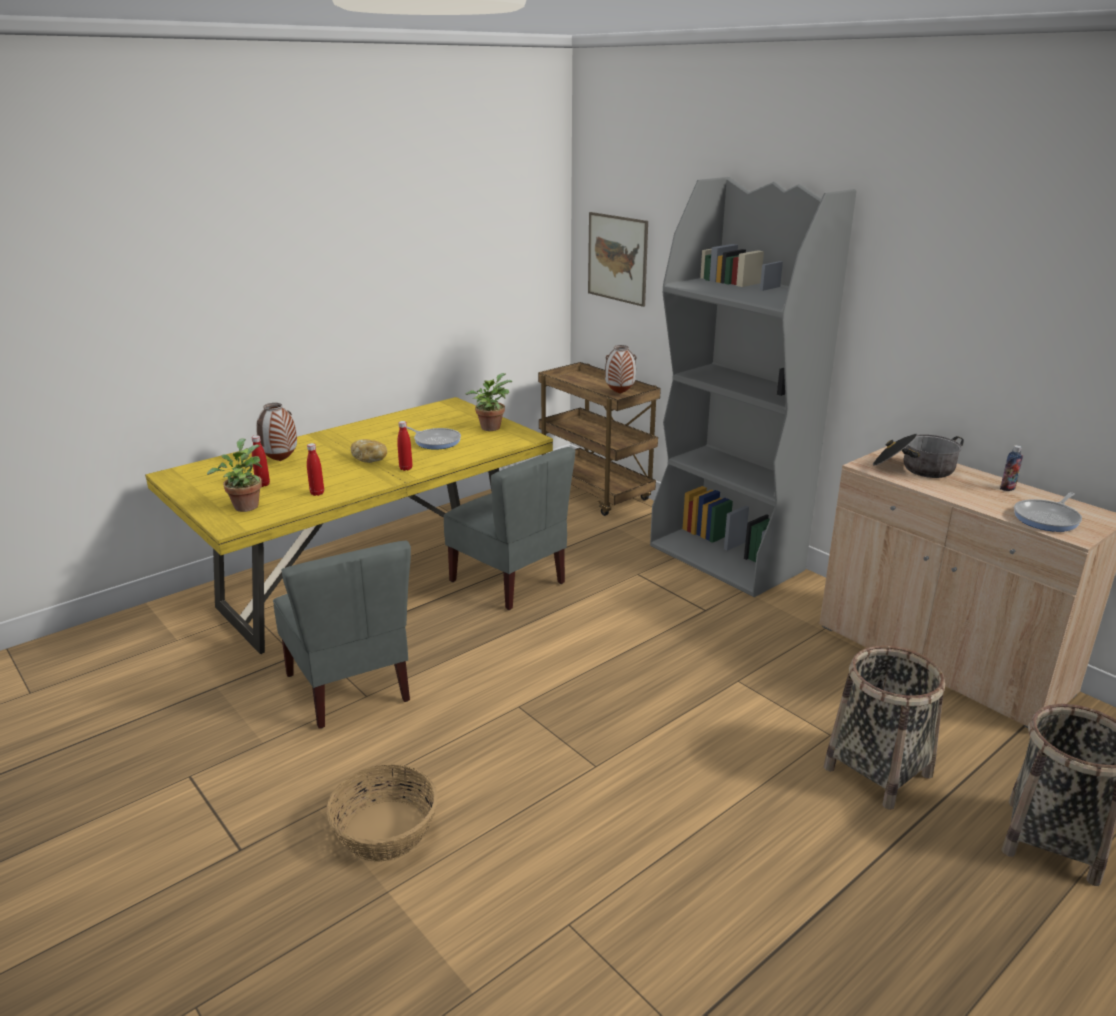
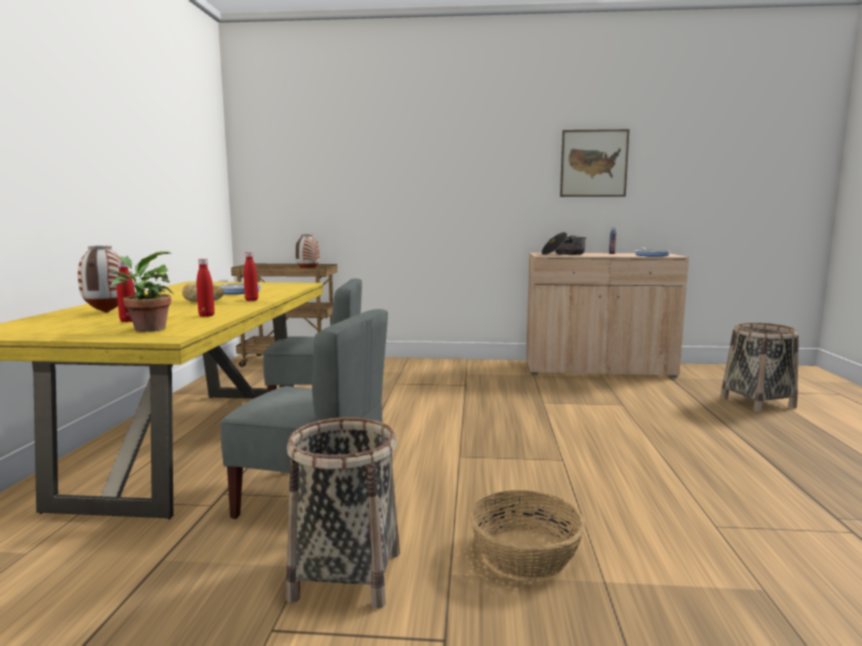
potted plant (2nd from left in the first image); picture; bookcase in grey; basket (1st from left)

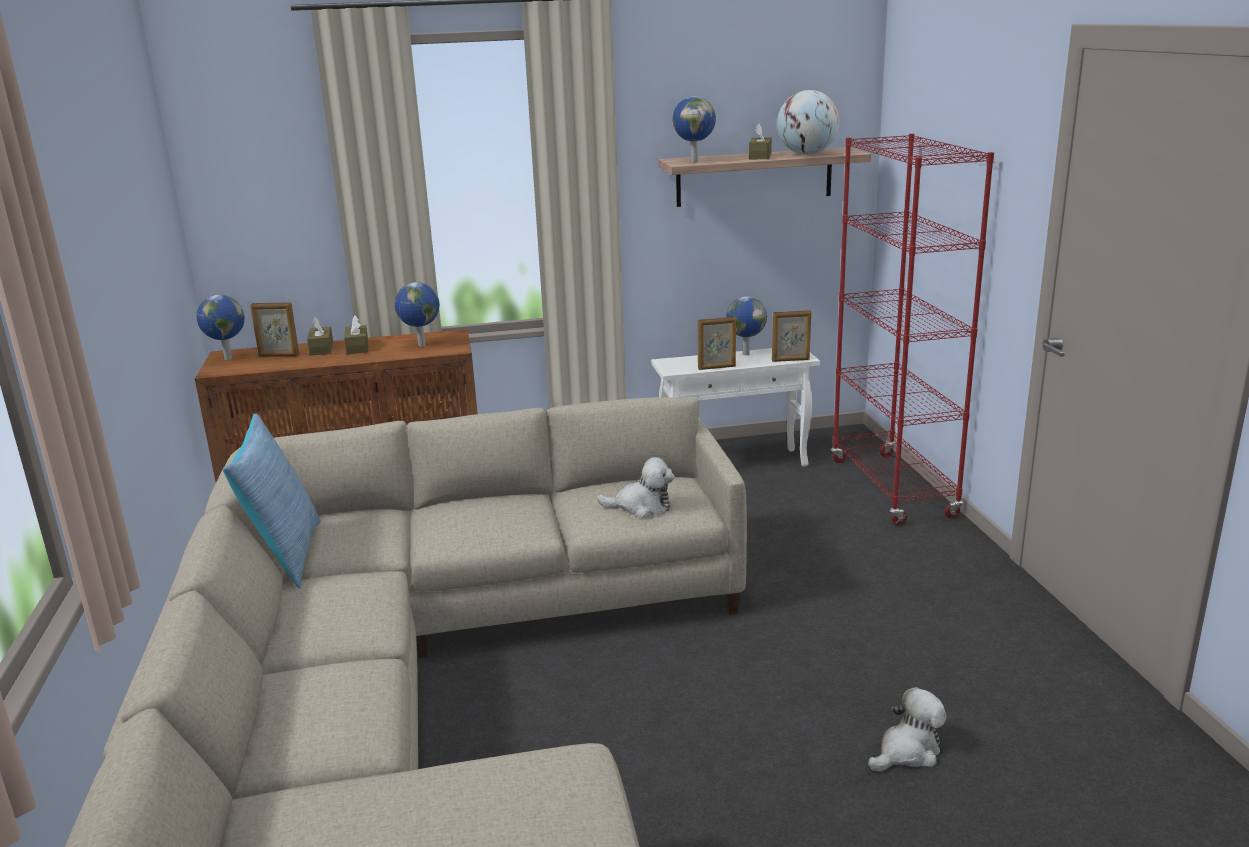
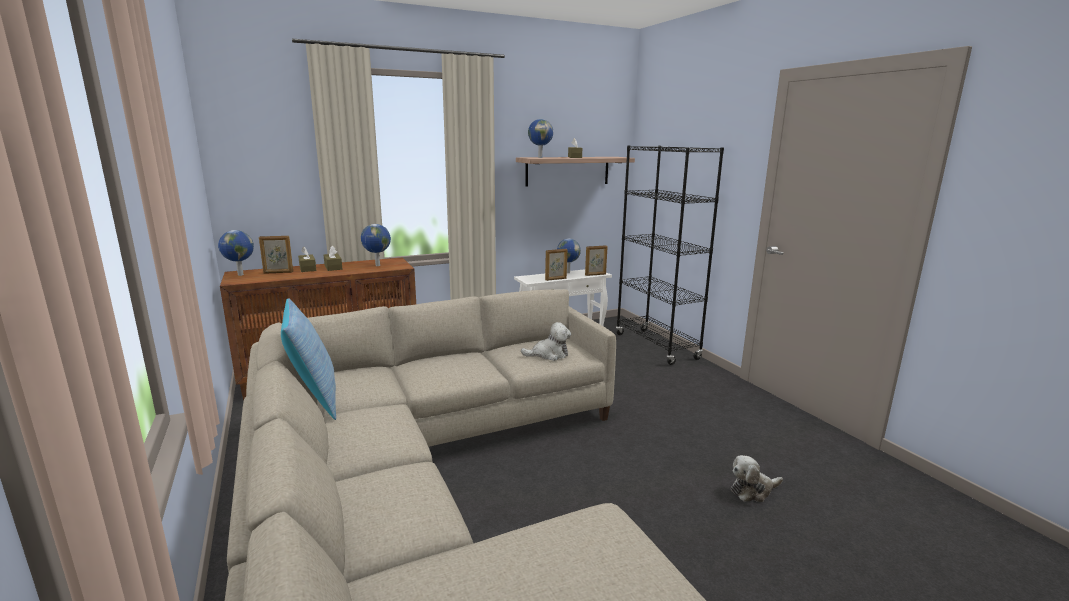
globe (5th from left in the first image); bookcase in black; plush toy (2nd from left)

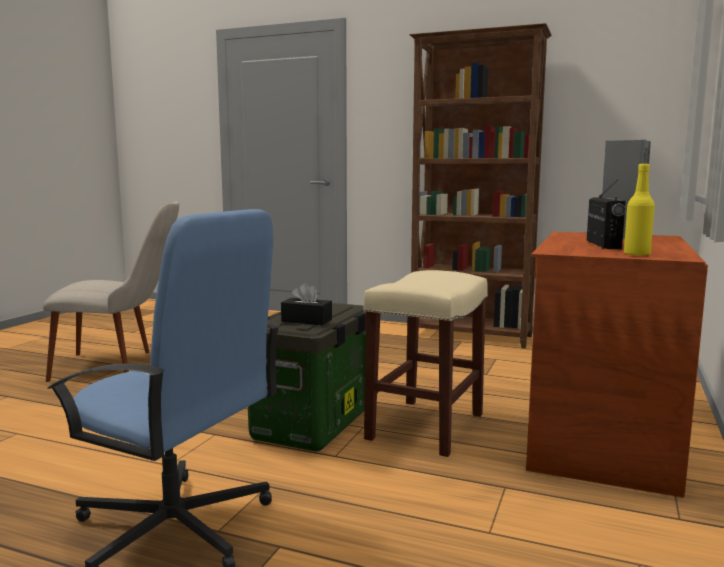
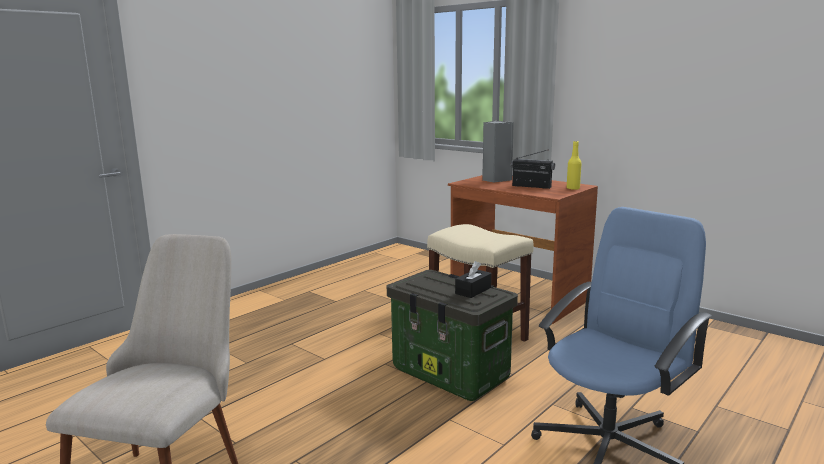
bookcase in brown

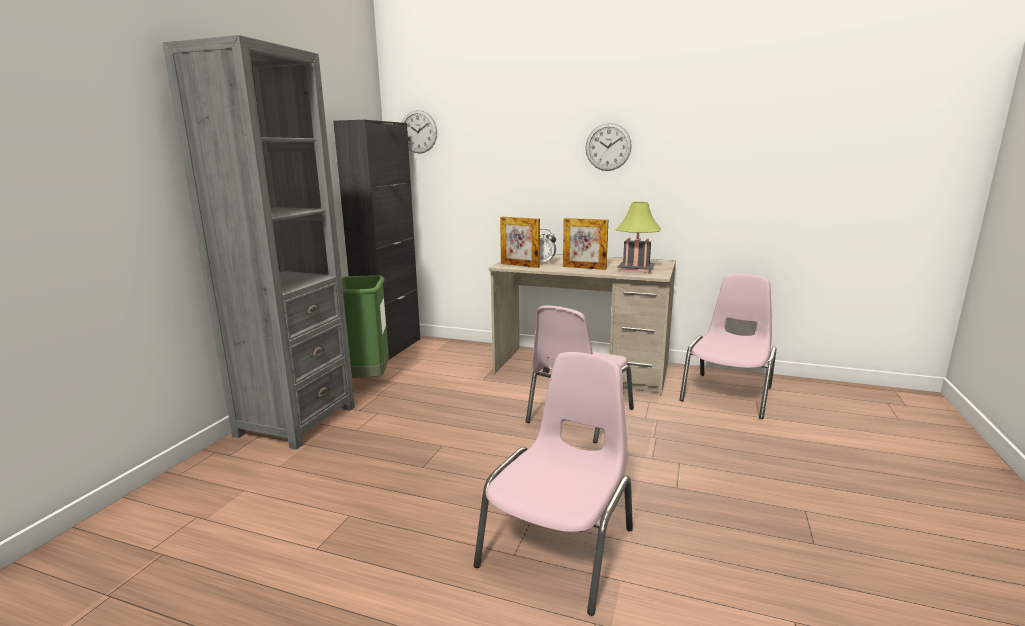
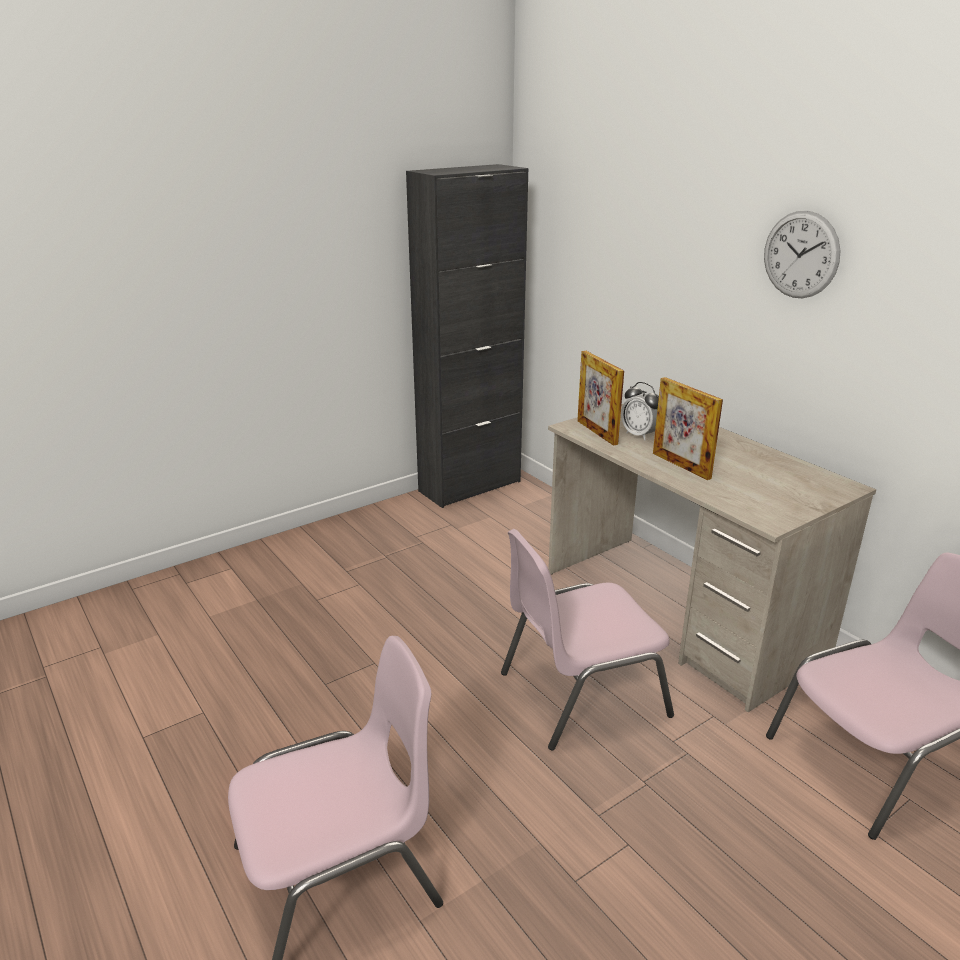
bookcase in grey; trash can in green; wall clock (1st from left in the first image); table lamp

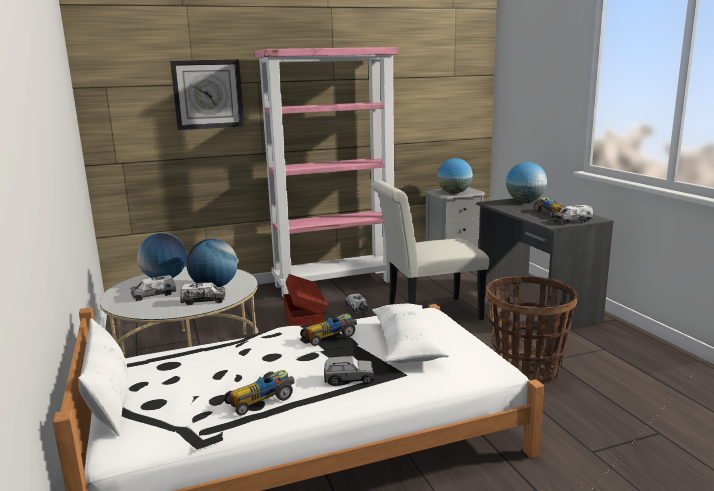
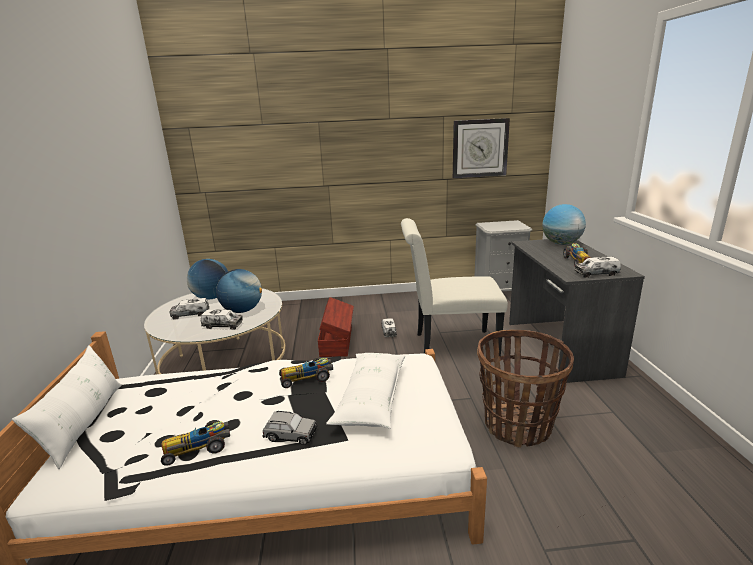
wall clock; bookcase in pink; globe (3rd from left in the first image)

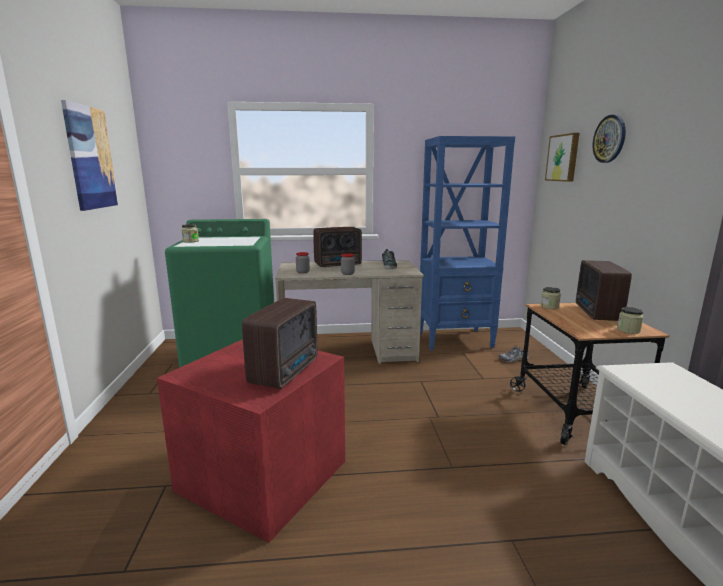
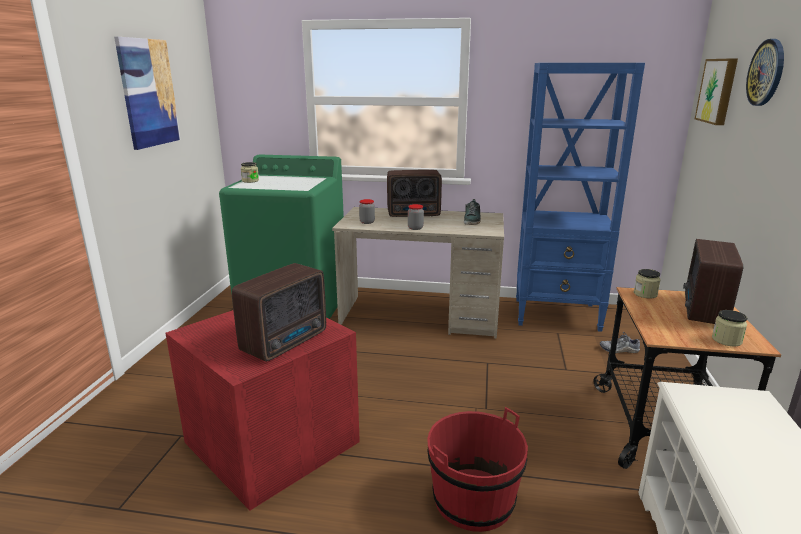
bucket in red

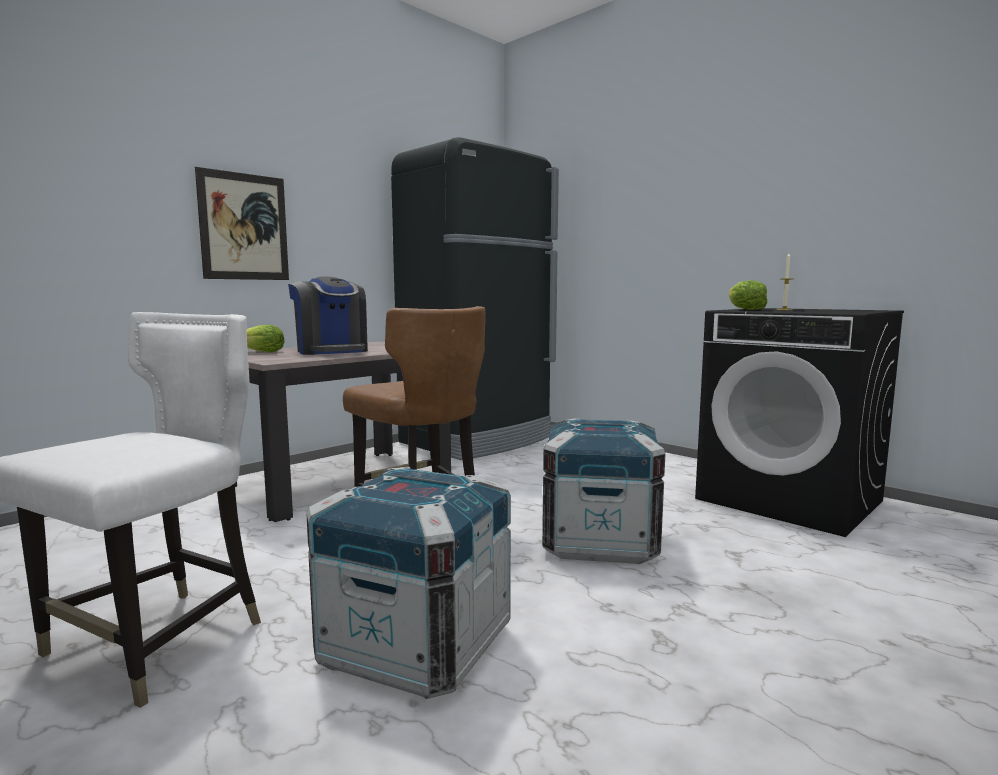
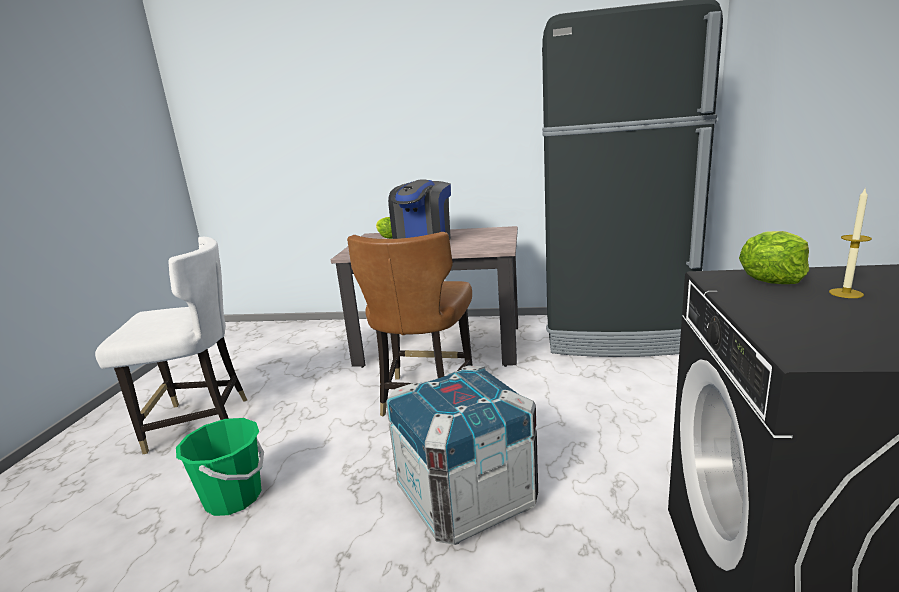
picture; bucket in green

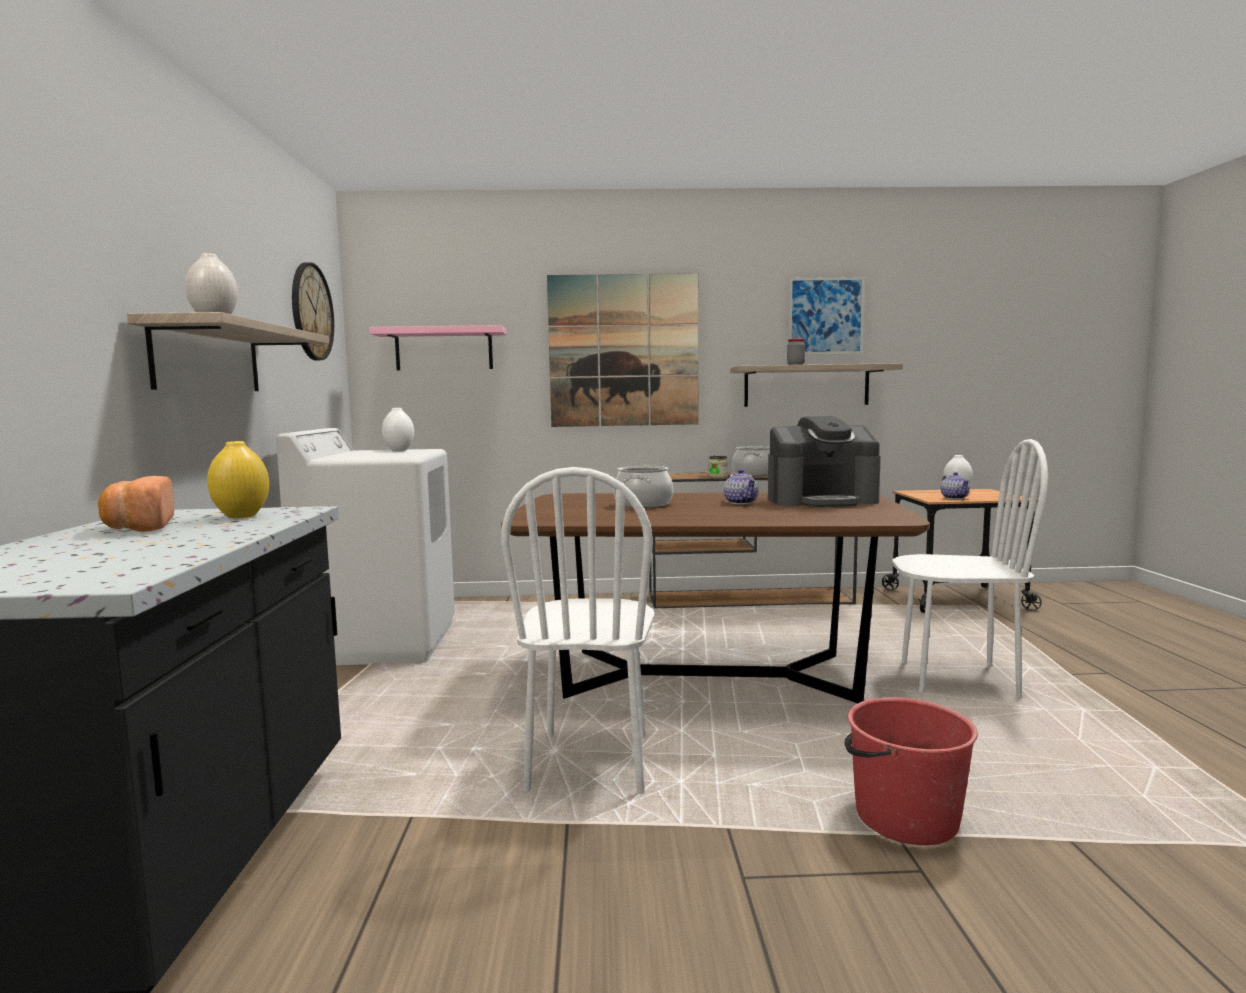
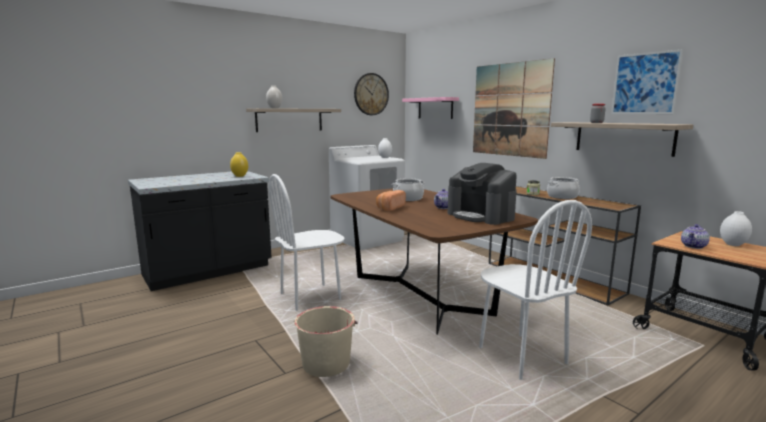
bread; bucket in beige

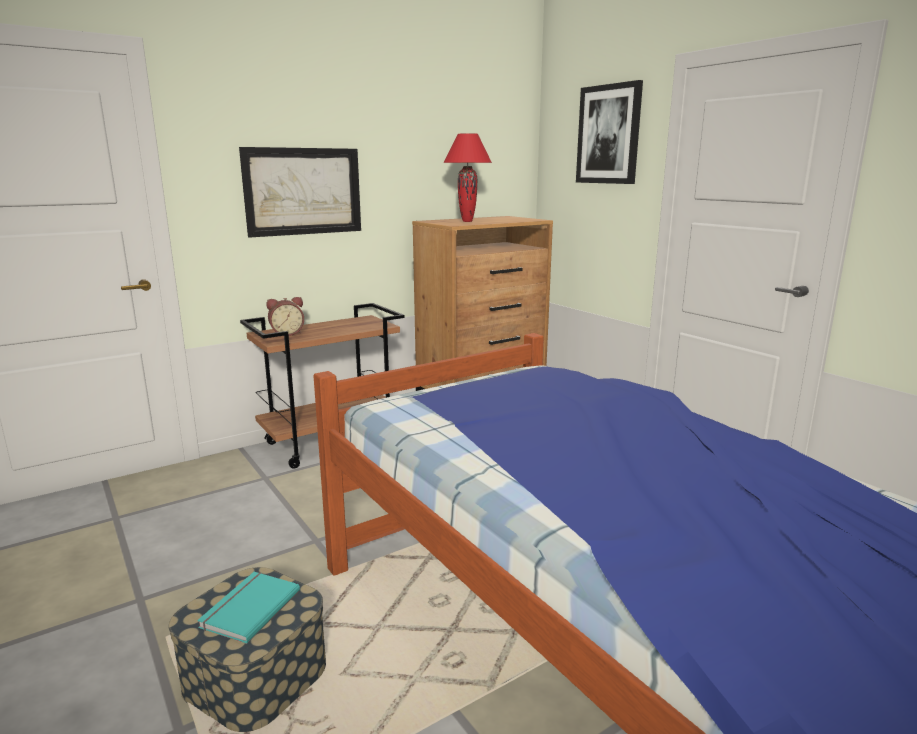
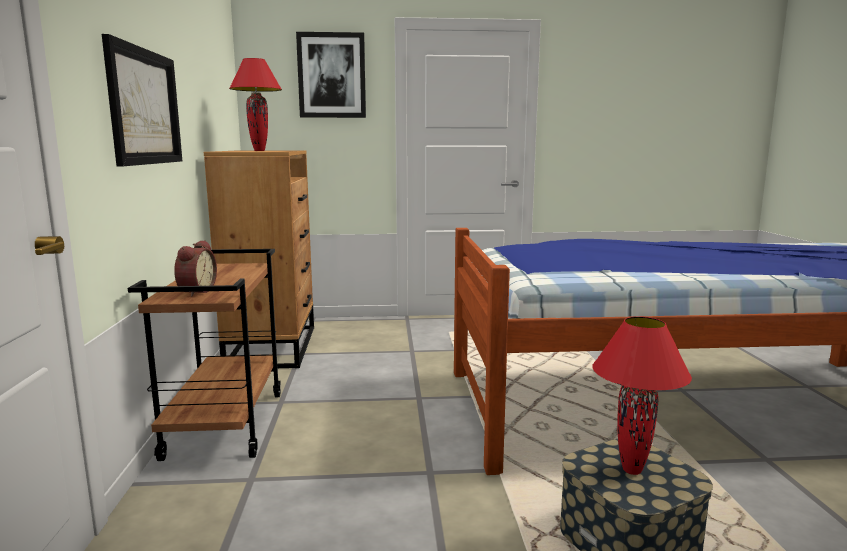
table lamp in red (2nd from left)

